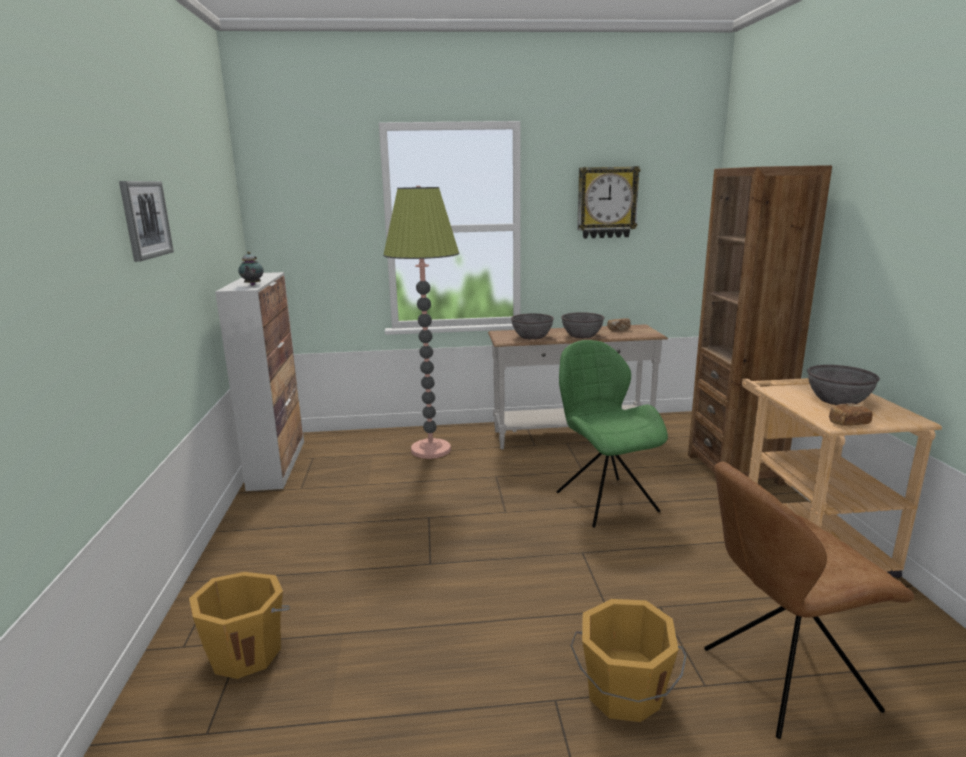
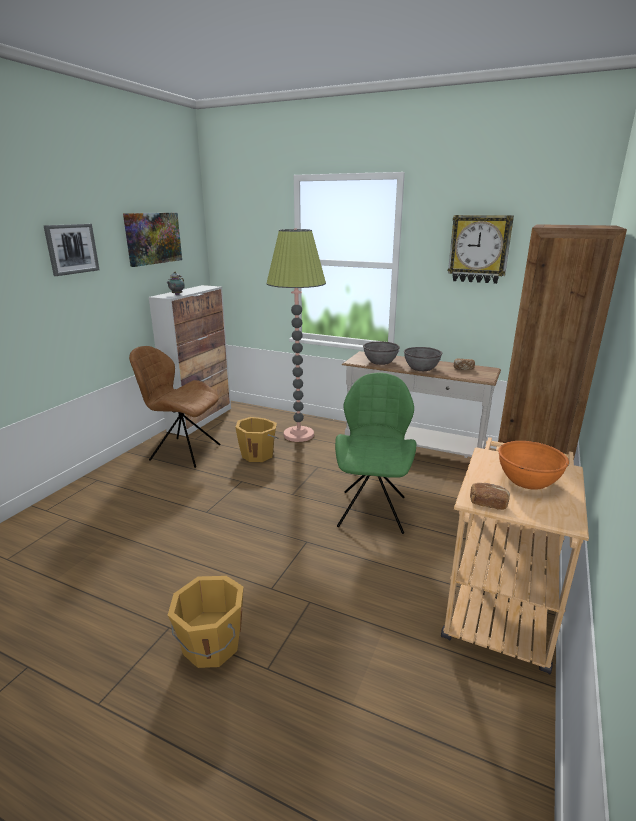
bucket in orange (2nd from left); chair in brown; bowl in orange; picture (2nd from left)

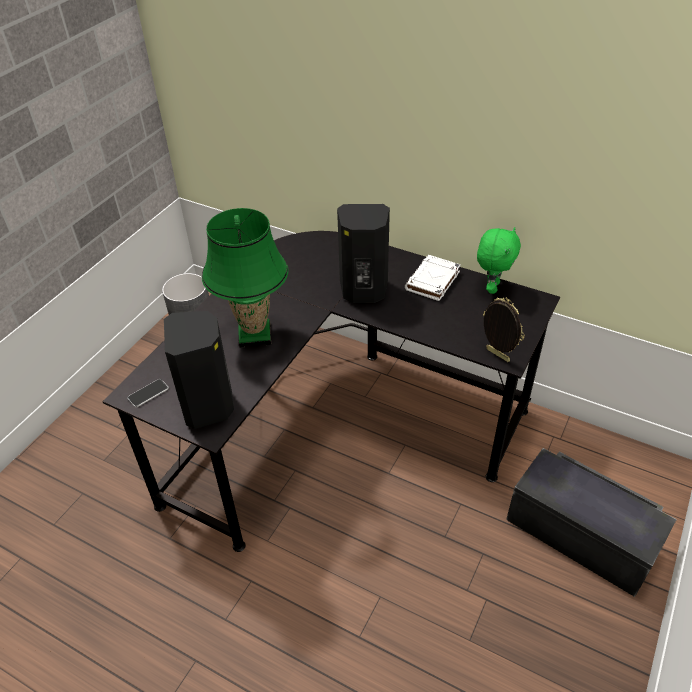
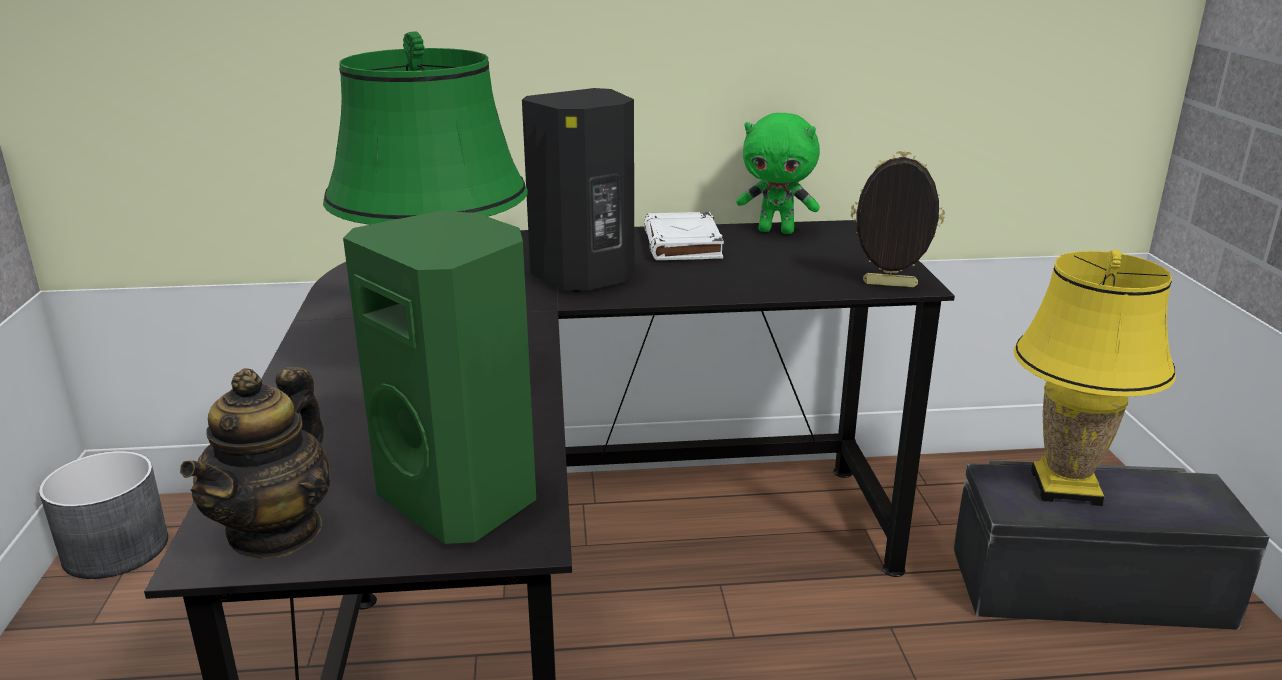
teapot; speaker in green; plush toy in green; table lamp in yellow

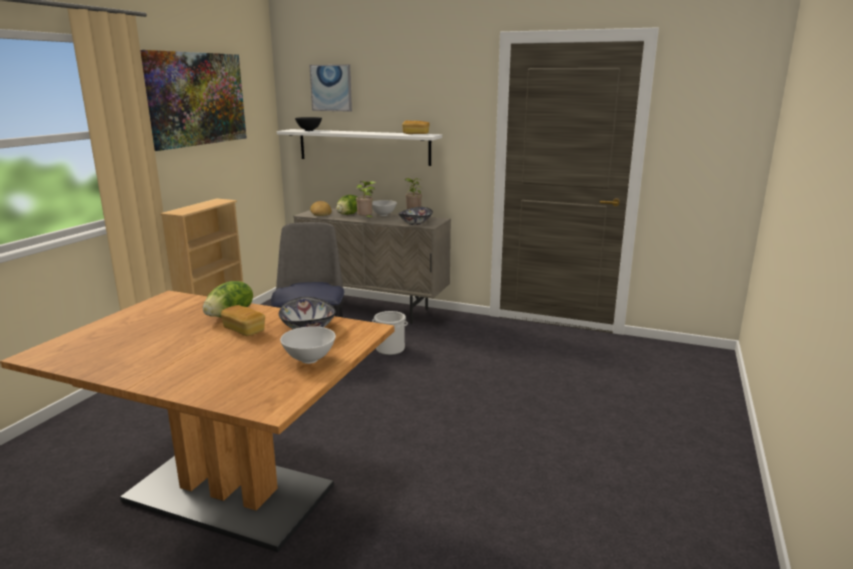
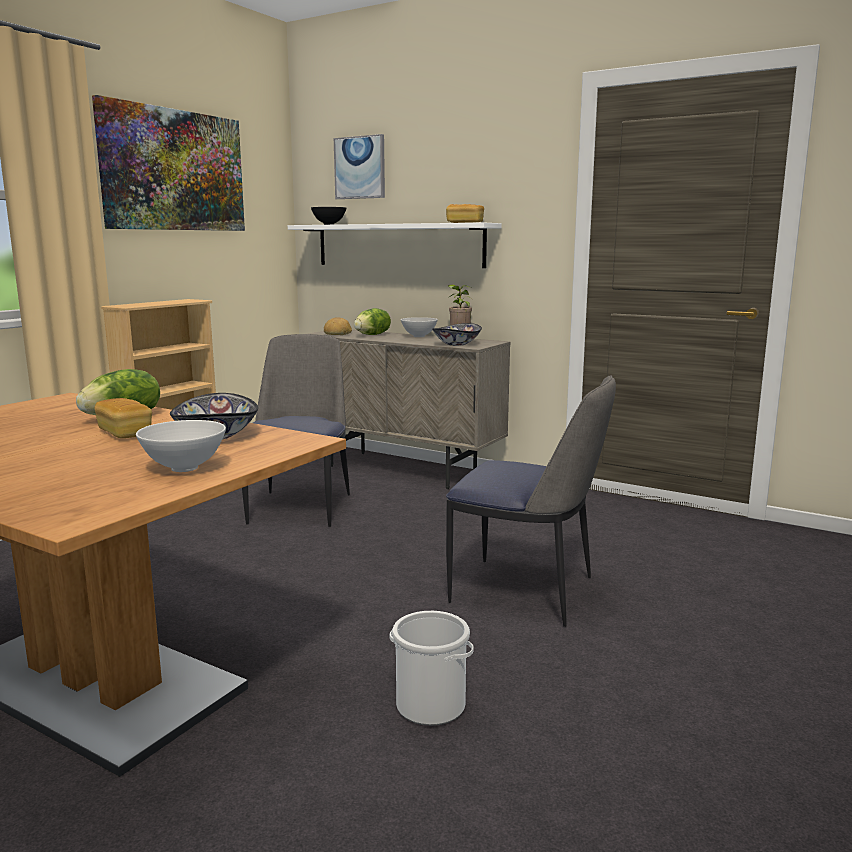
potted plant (1st from left in the first image); bucket; chair (2nd from left)

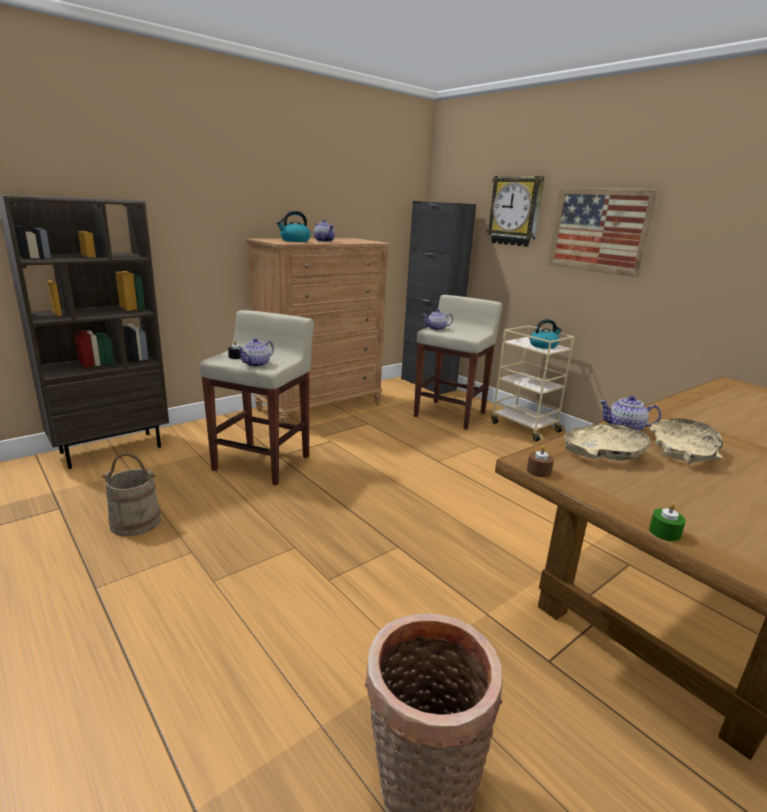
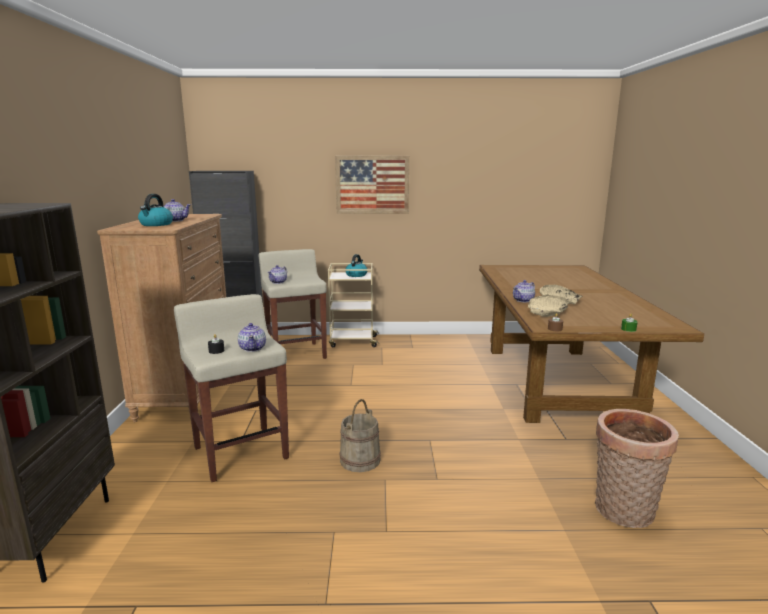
bucket in beige; wall clock

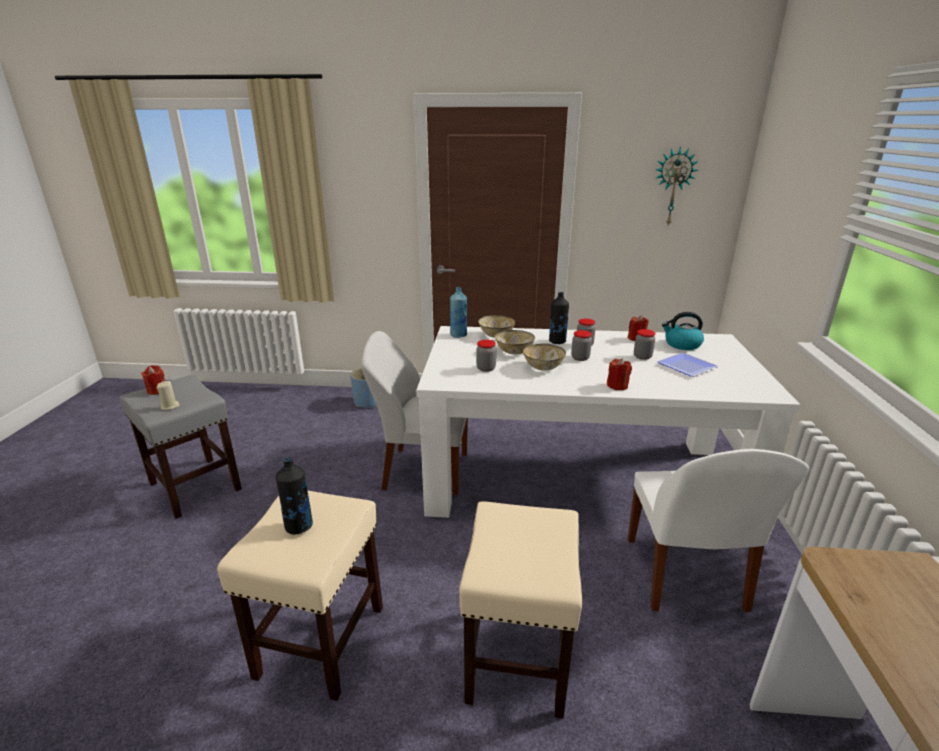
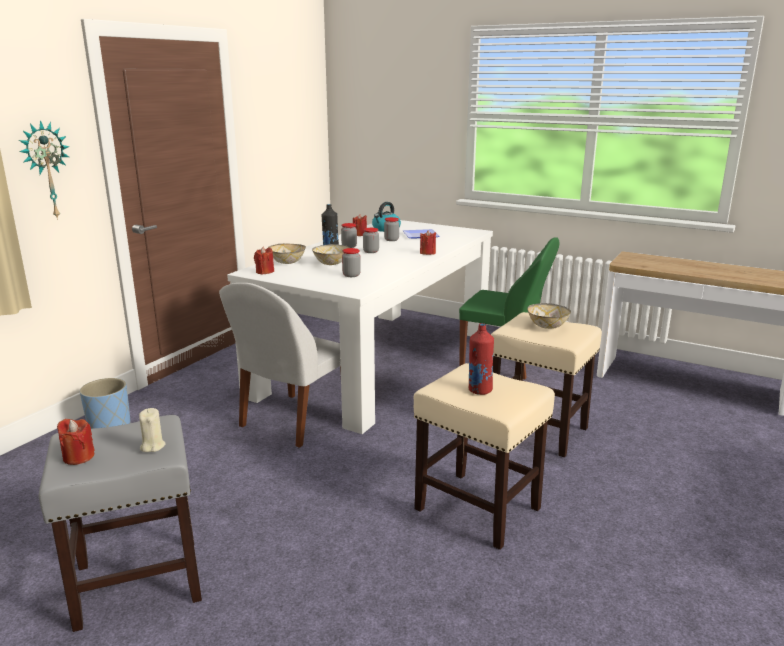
bottle in red; candle in red (2nd from left); bowl (3rd from left); chair in green; wall clock

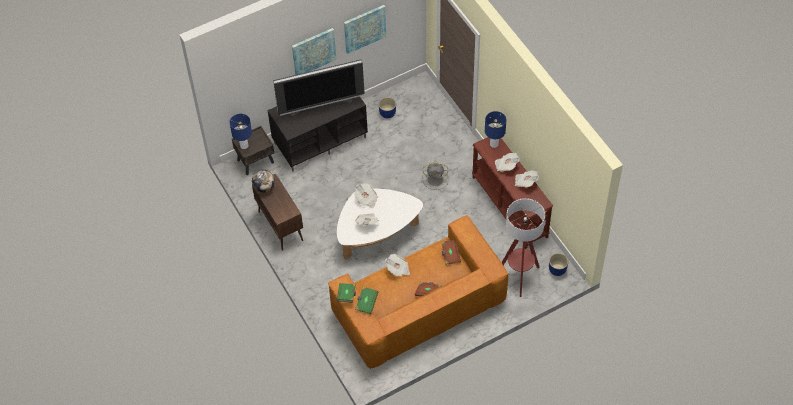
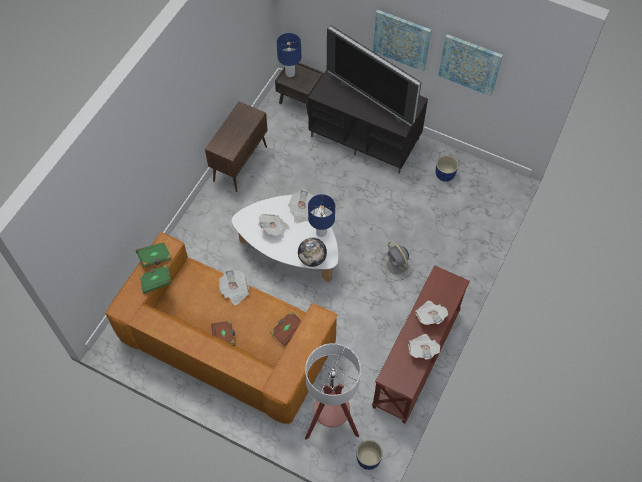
globe; table lamp in blue (2nd from left)

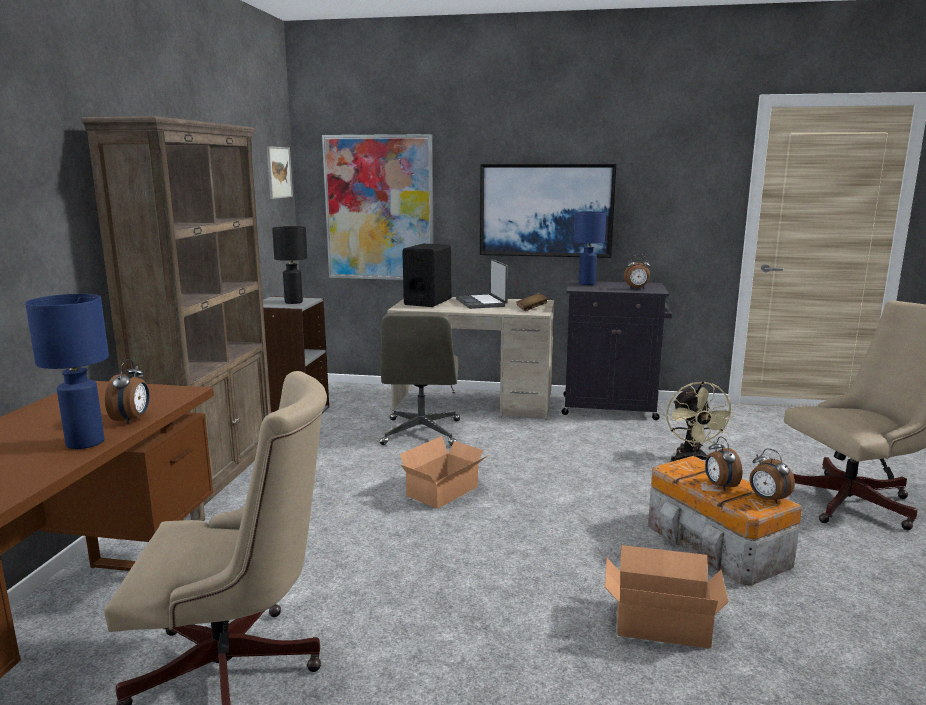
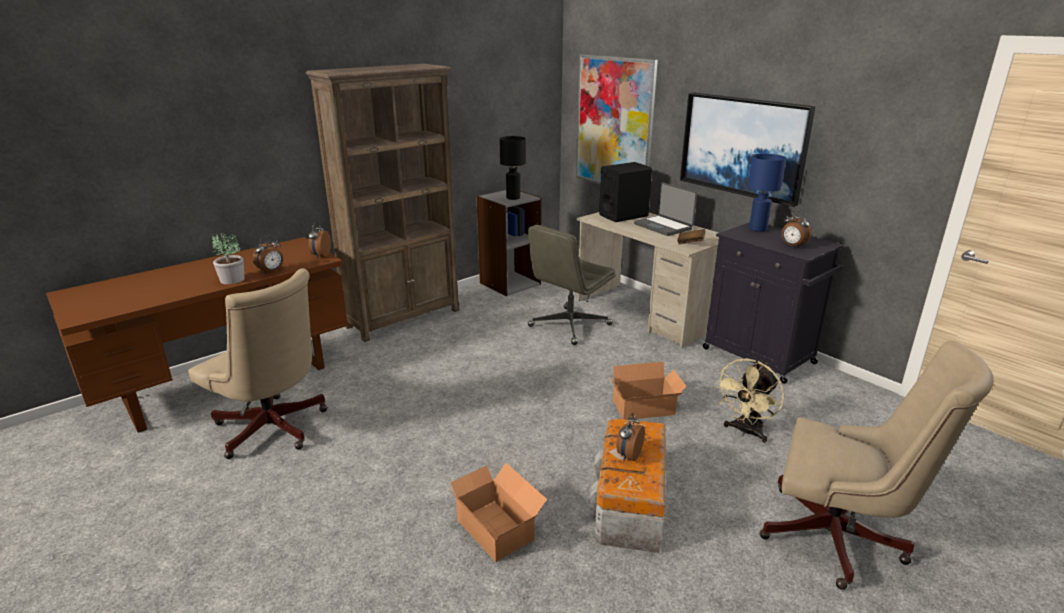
potted plant; picture (1st from left in the first image); cardboard box (2nd from left); laptop; alarm clock (2nd from left)

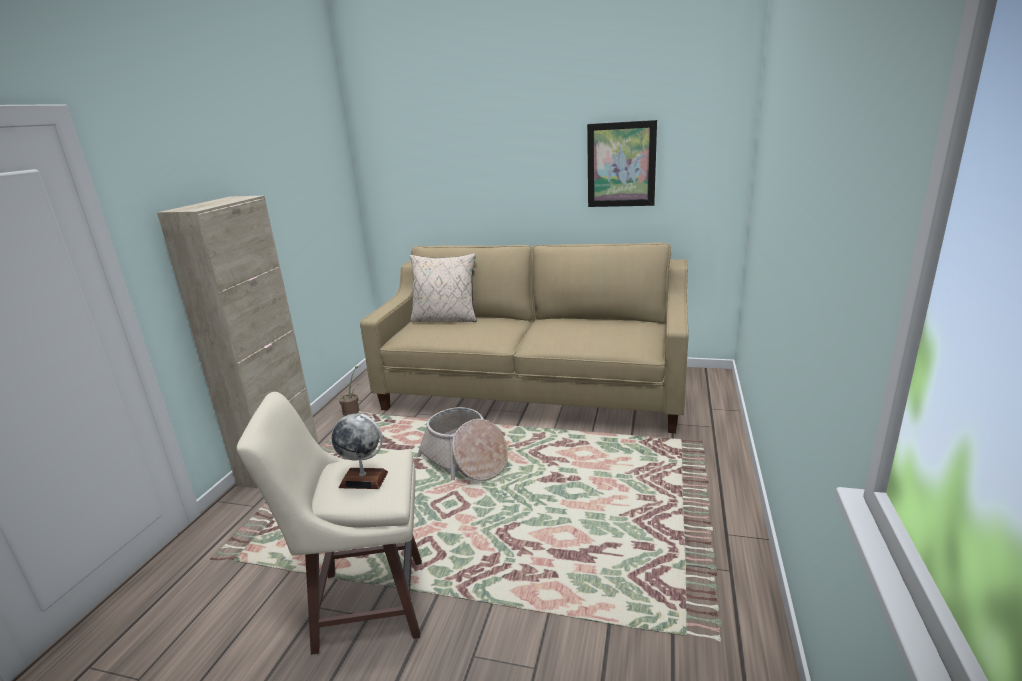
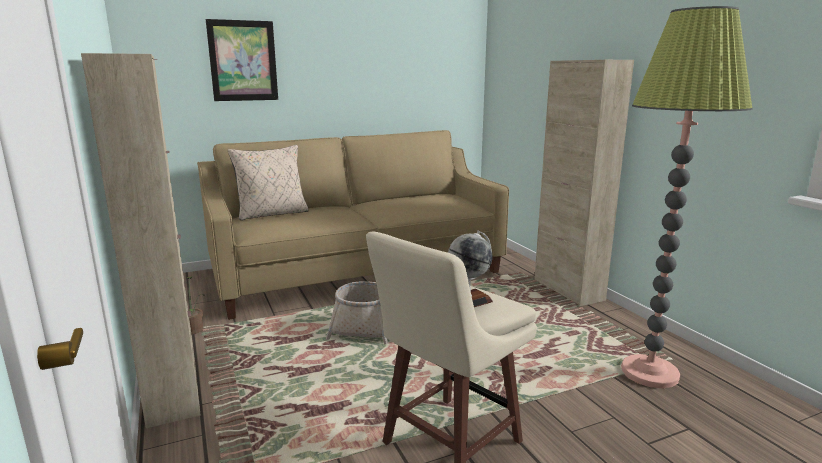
picture; cabinet in beige (2nd from left); floor lamp

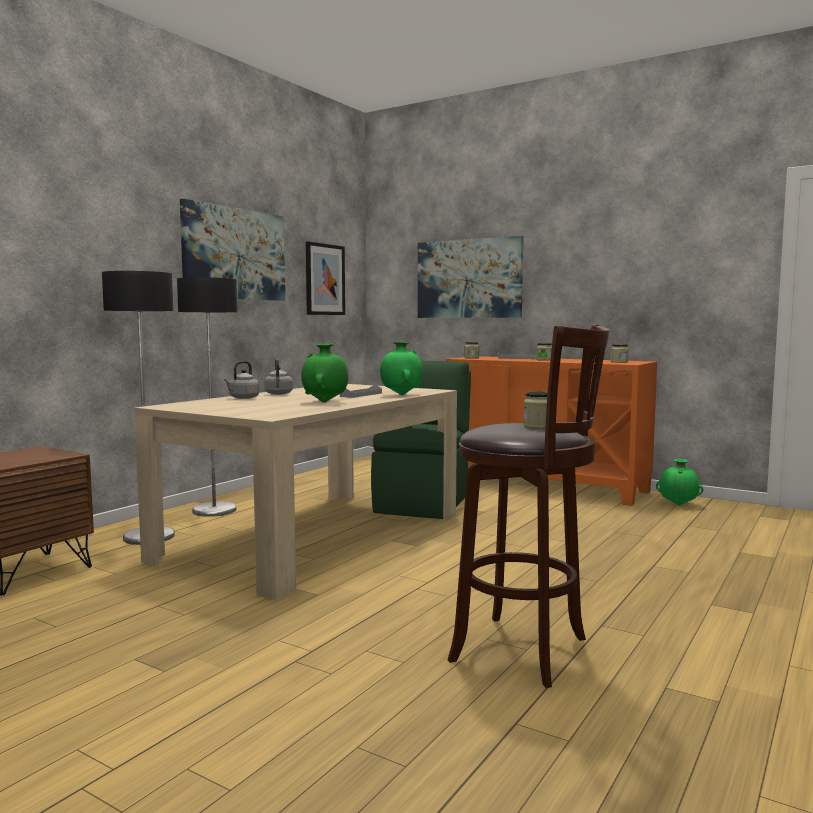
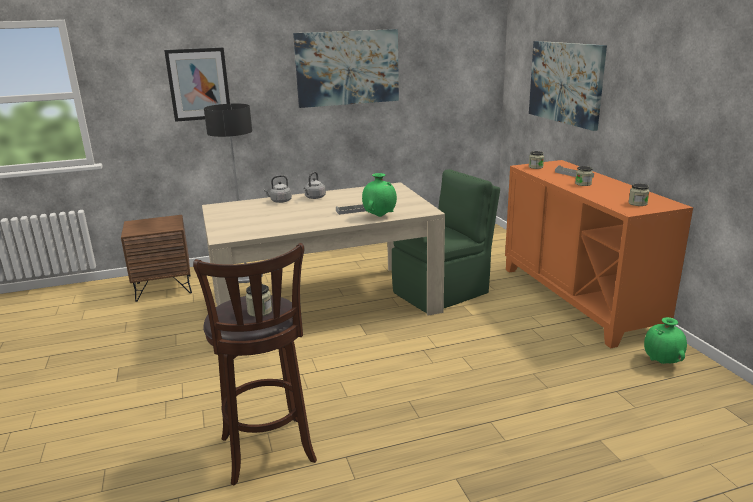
floor lamp (2nd from left in the first image); vase in green (1st from left in the first image); picture (1st from left)

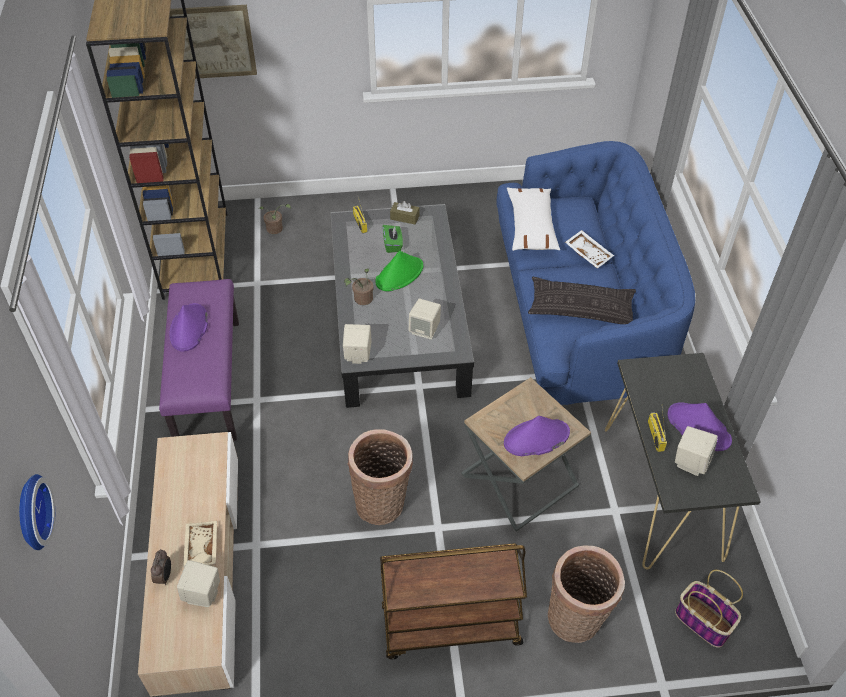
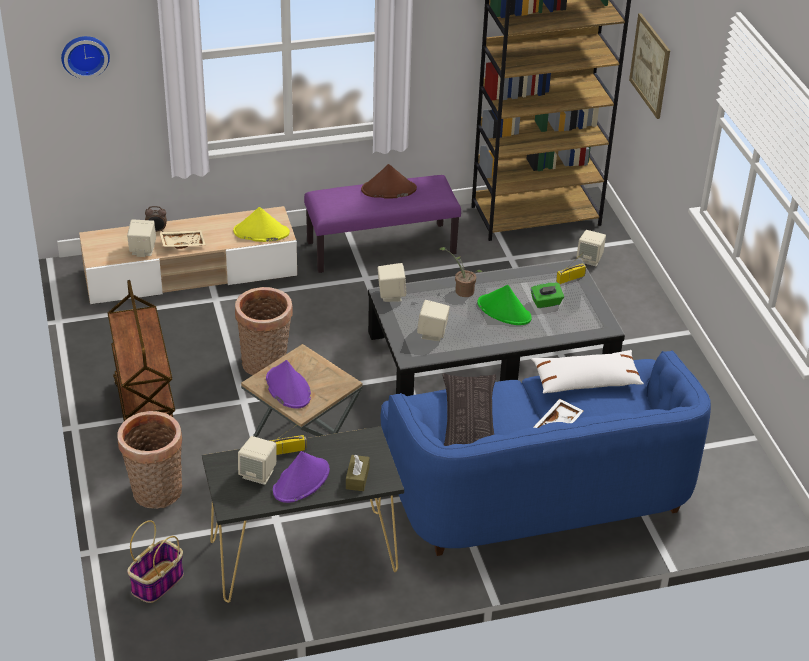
hat in brown; speaker in beige (5th from left); tissue box in brown; hat in yellow

